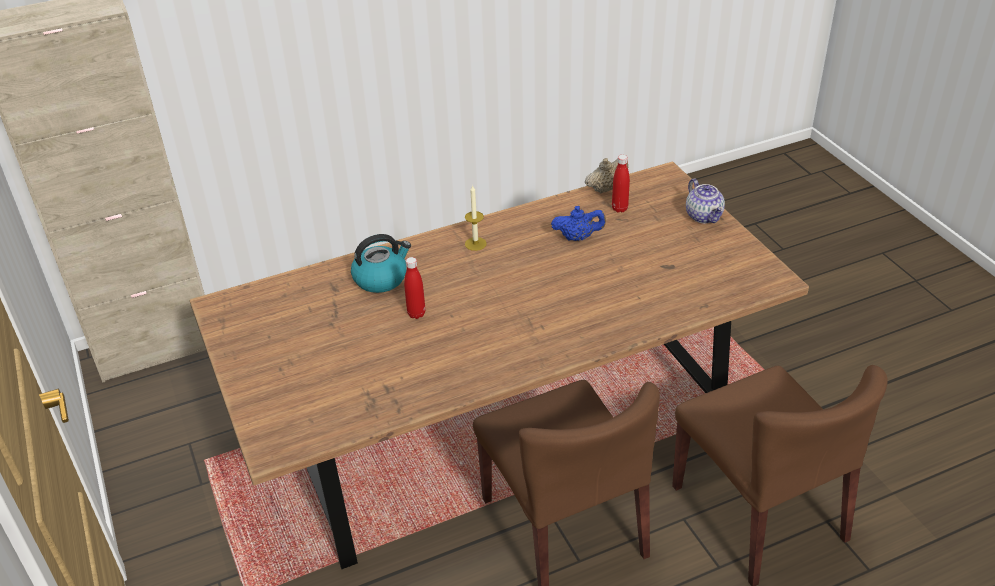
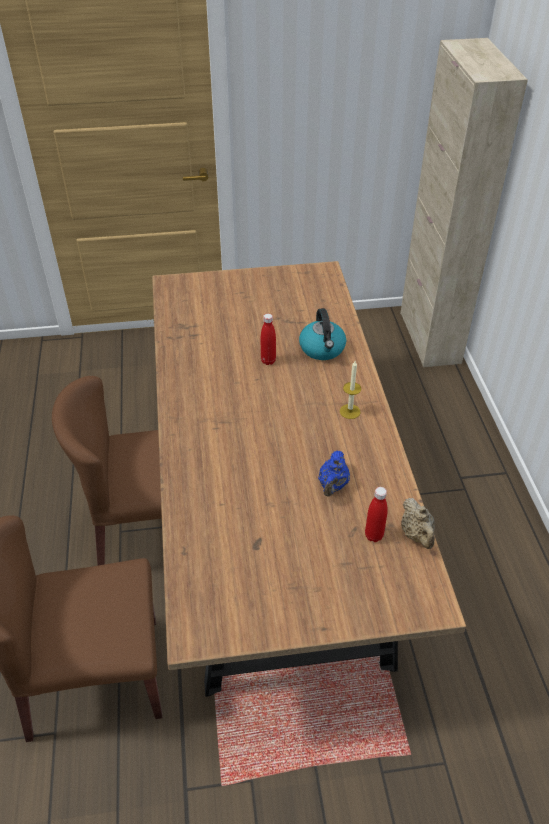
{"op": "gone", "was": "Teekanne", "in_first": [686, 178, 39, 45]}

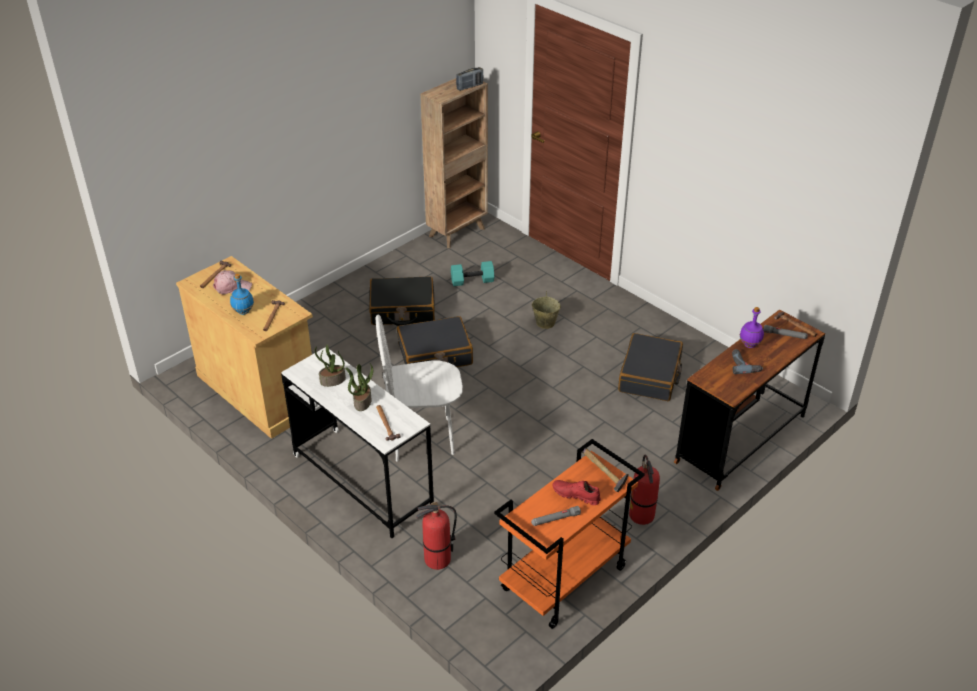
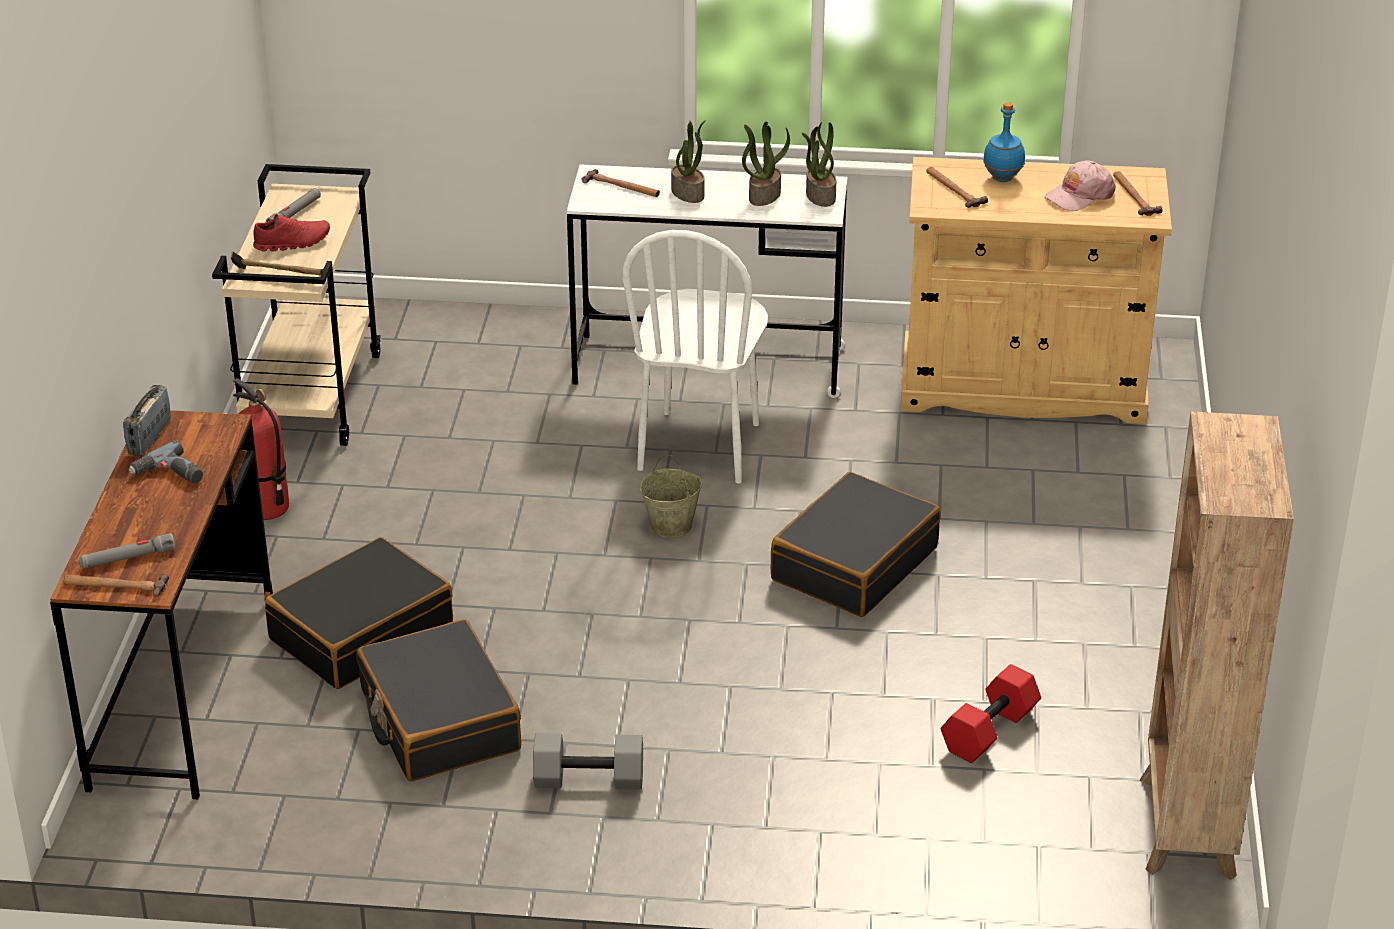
{"op": "shifted", "was": "Koffer (schwarz)", "in_first": [369, 276, 66, 50], "in_second": [265, 537, 188, 152]}
{"op": "rotated", "was": "Stuhl (weiß)", "in_first": [376, 315, 87, 146], "in_second": [622, 230, 146, 254], "clockwise": 150}
{"op": "gone", "was": "Feuerlöscher", "in_first": [416, 502, 41, 68]}
{"op": "repainted", "was": "Hantel (türkis)", "now": "Hantel (rot)", "in_first": [451, 261, 43, 25], "in_second": [941, 664, 100, 99]}
{"op": "shifted", "was": "Radio", "in_first": [456, 67, 27, 24], "in_second": [123, 385, 48, 71]}
{"op": "repainted", "was": "Rollwagen (orange)", "now": "Rollwagen (beige)", "in_first": [494, 439, 151, 190], "in_second": [212, 164, 169, 282]}
{"op": "shifted", "was": "Eimer (beige)", "in_first": [532, 291, 29, 38], "in_second": [640, 455, 62, 83]}
{"op": "gone", "was": "Flasche (lila)", "in_first": [740, 307, 24, 41]}
{"op": "new", "now": "Hantel (grau)", "in_second": [533, 733, 110, 57]}
{"op": "new", "now": "Topfpflanze", "in_second": [801, 122, 35, 85]}

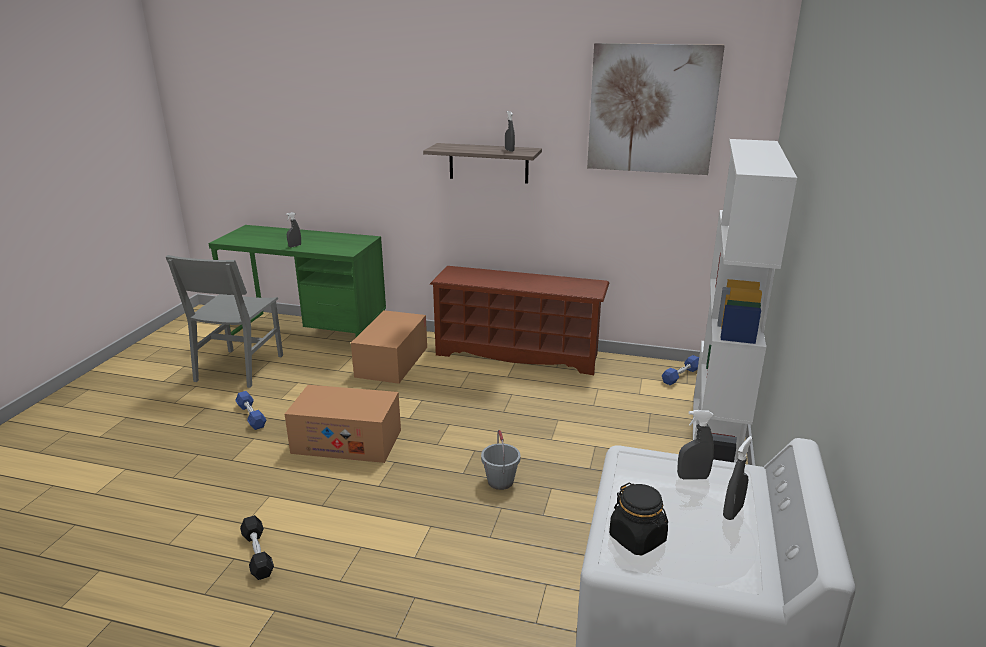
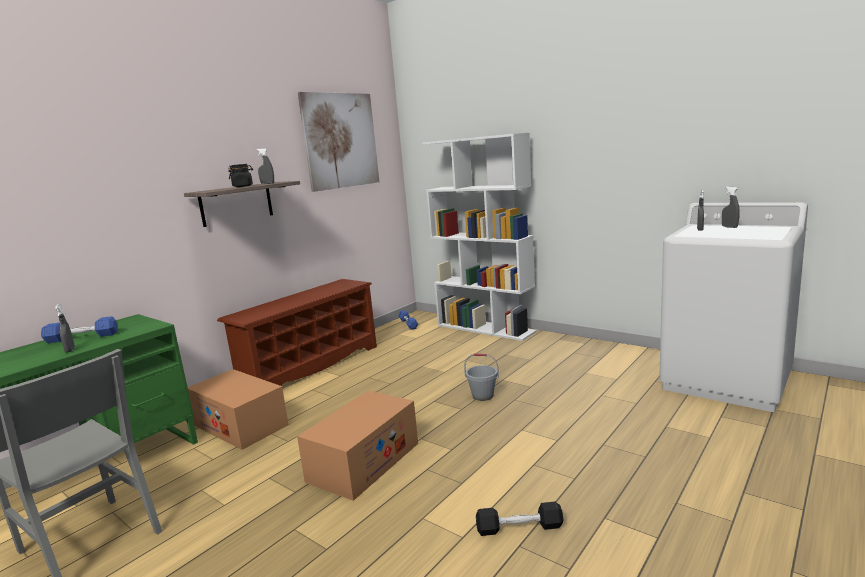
{"op": "shifted", "was": "Hantel (blau)", "in_first": [235, 391, 32, 39], "in_second": [41, 316, 77, 27]}
{"op": "shifted", "was": "Vorratsglas (schwarz)", "in_first": [609, 482, 59, 73], "in_second": [228, 164, 25, 23]}

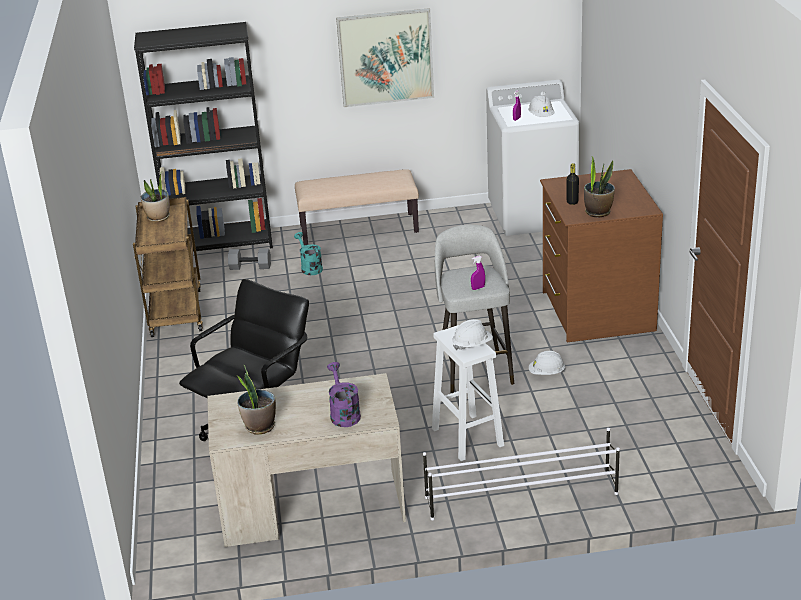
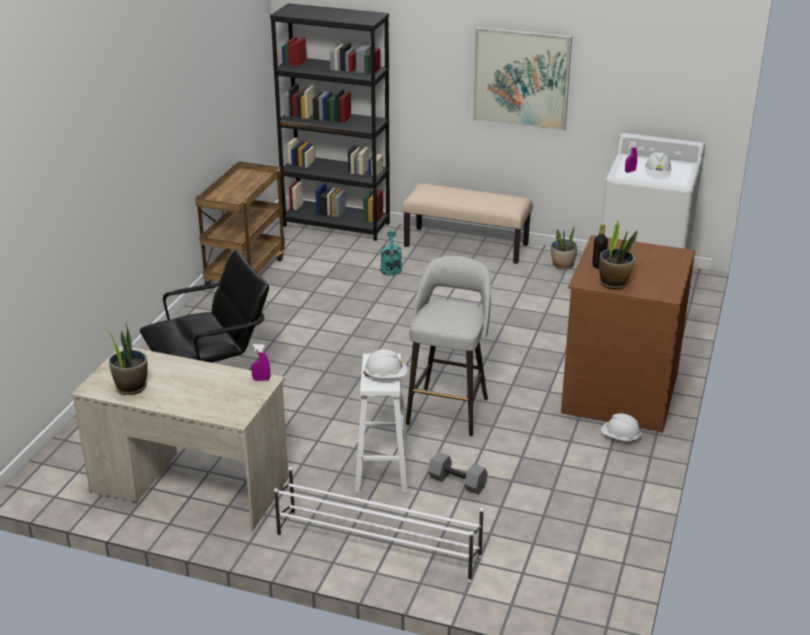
{"op": "shifted", "was": "Topfpflanze", "in_first": [140, 172, 30, 50], "in_second": [551, 227, 26, 43]}
{"op": "shifted", "was": "Hantel (grau)", "in_first": [228, 248, 43, 22], "in_second": [428, 452, 60, 42]}
{"op": "gone", "was": "Gießkanne (lila)", "in_first": [327, 362, 34, 65]}
{"op": "shifted", "was": "Sprühflasche (lila)", "in_first": [471, 256, 14, 34], "in_second": [251, 344, 19, 37]}
{"op": "shifted", "was": "Schutzhelm (weiß)", "in_first": [529, 351, 37, 24], "in_second": [601, 413, 40, 29]}

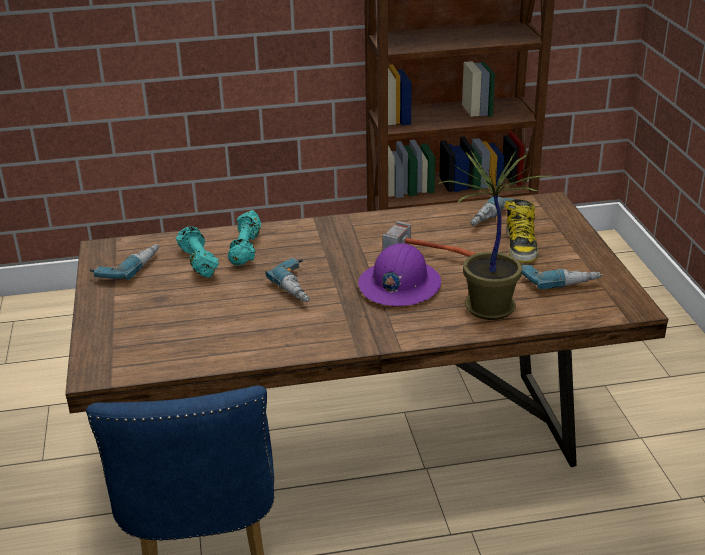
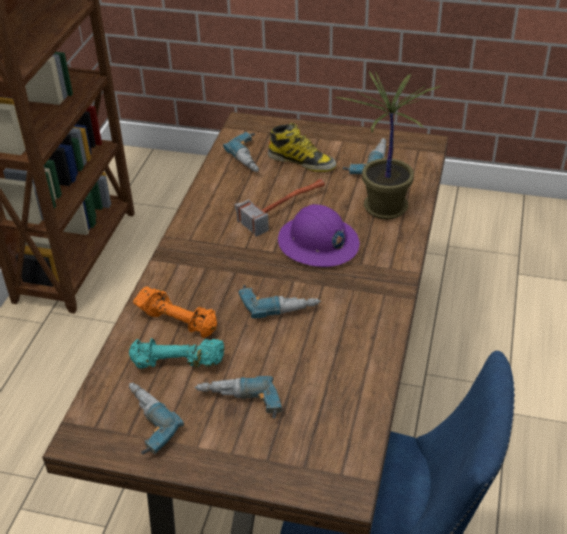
{"op": "repainted", "was": "Hantel (türkis)", "now": "Hantel (orange)", "in_first": [228, 210, 33, 55], "in_second": [133, 286, 84, 52]}
{"op": "new", "now": "Bohrmaschine", "in_second": [195, 376, 87, 43]}

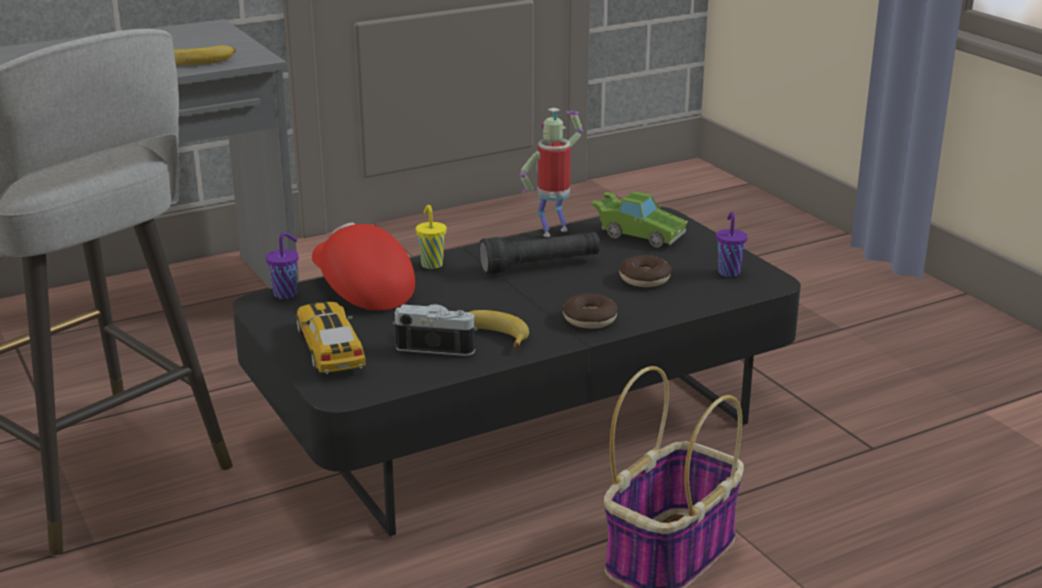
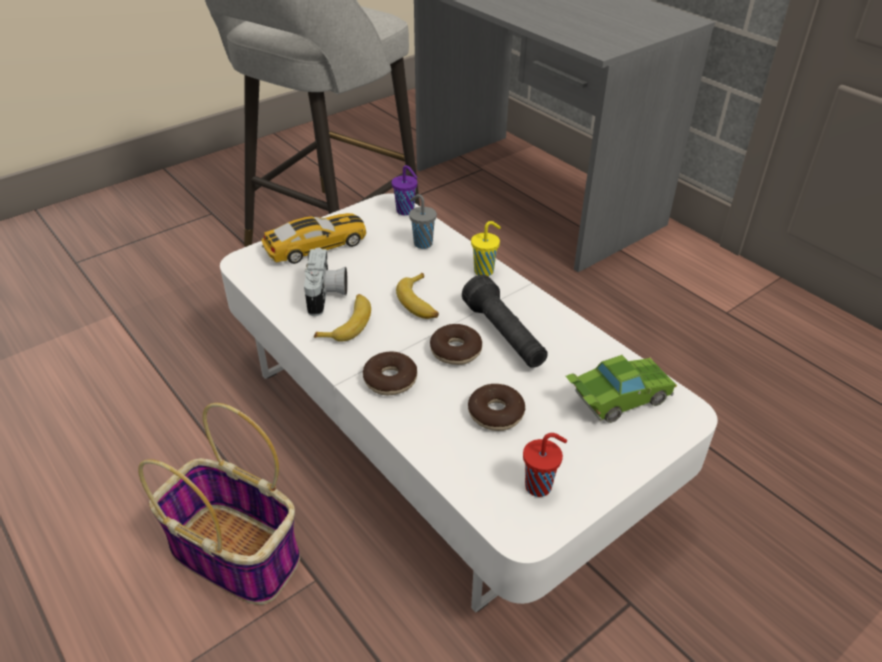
{"op": "shifted", "was": "Banane", "in_first": [174, 45, 62, 20], "in_second": [396, 273, 43, 46]}
{"op": "repainted", "was": "Couchtisch (schwarz)", "now": "Couchtisch (weiß)", "in_first": [232, 207, 569, 329], "in_second": [220, 193, 498, 420]}
{"op": "swapped", "was": "Kappe (rot)", "now": "Tasse (grau)", "in_first": [312, 222, 103, 89], "in_second": [409, 194, 28, 55]}
{"op": "gone", "was": "Spielzeugroboter", "in_first": [520, 108, 63, 129]}
{"op": "rotated", "was": "Spielzeugauto (grün)", "in_first": [591, 191, 97, 57], "in_second": [565, 355, 112, 68], "clockwise": -135}
{"op": "repainted", "was": "Tasse (lila)", "now": "Tasse (rot)", "in_first": [716, 212, 32, 65], "in_second": [523, 433, 44, 64]}
{"op": "new", "now": "Donut", "in_second": [430, 324, 52, 41]}

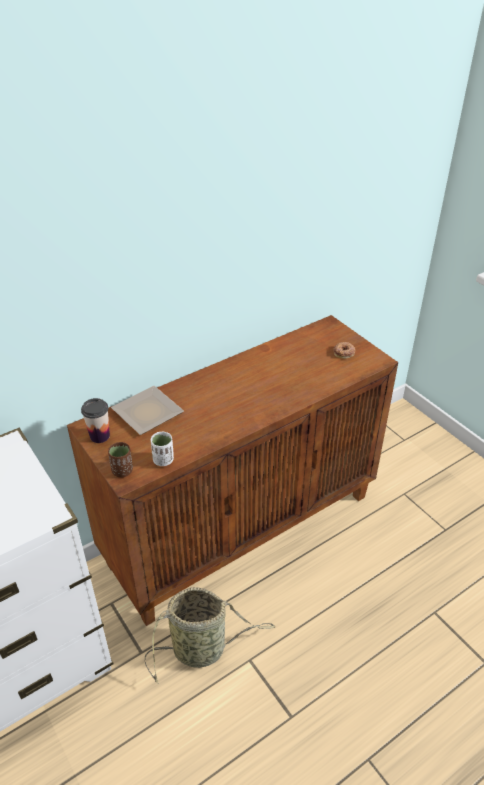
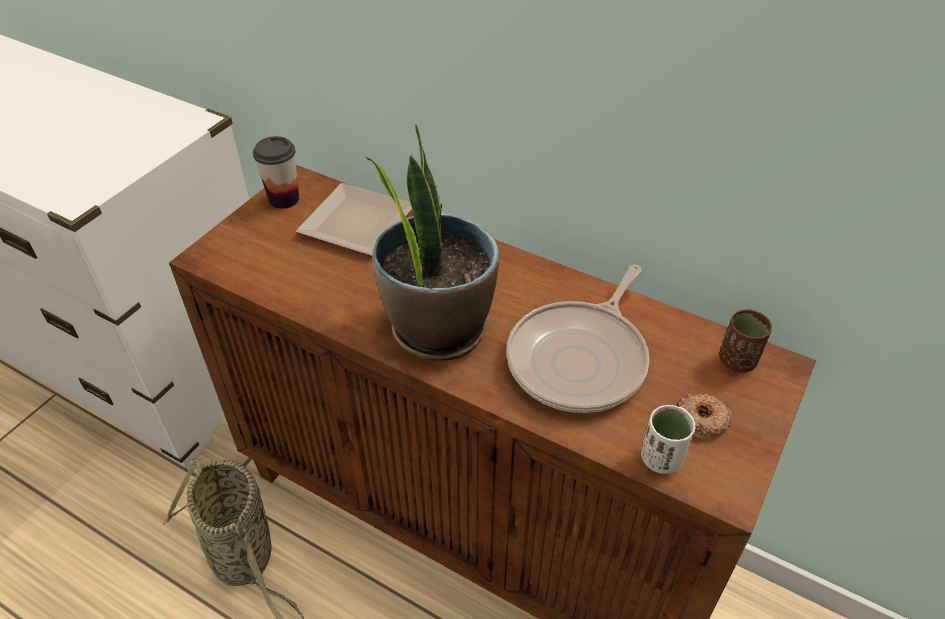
{"op": "shifted", "was": "Tasse (braun)", "in_first": [108, 442, 25, 35], "in_second": [719, 309, 53, 64]}
{"op": "shifted", "was": "Tasse (weiß)", "in_first": [151, 432, 23, 34], "in_second": [641, 405, 54, 69]}
{"op": "new", "now": "Topfpflanze", "in_second": [366, 124, 134, 237]}
{"op": "new", "now": "Pfanne", "in_second": [506, 265, 144, 148]}

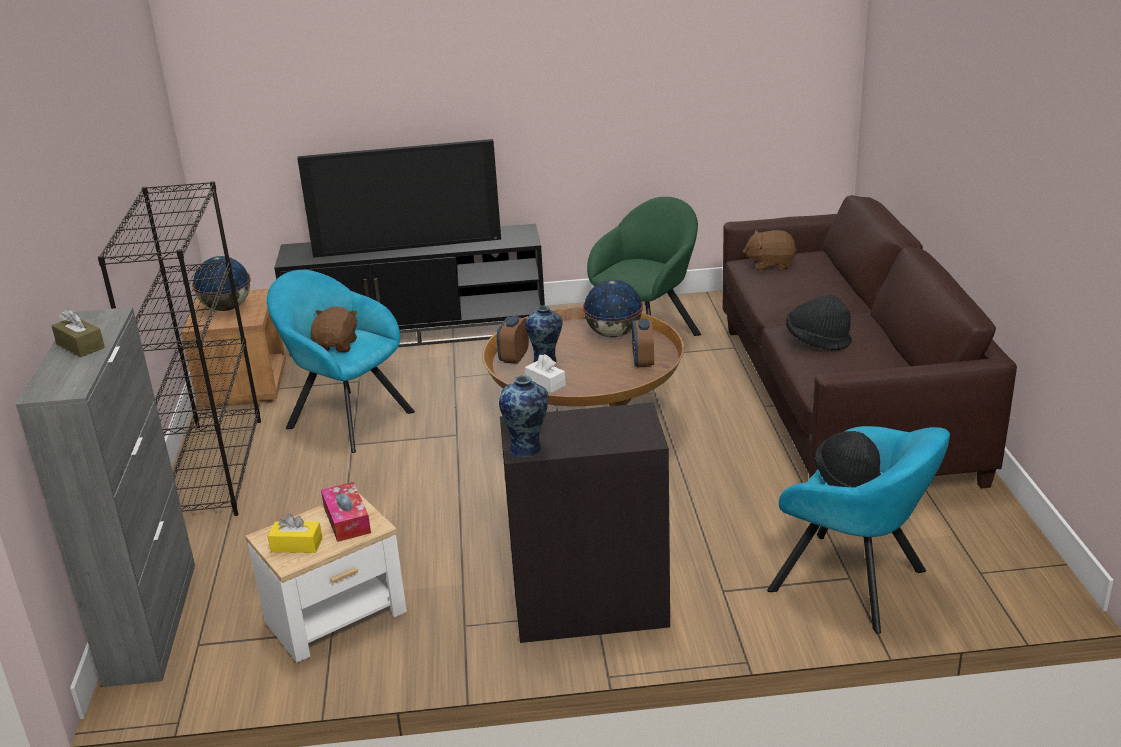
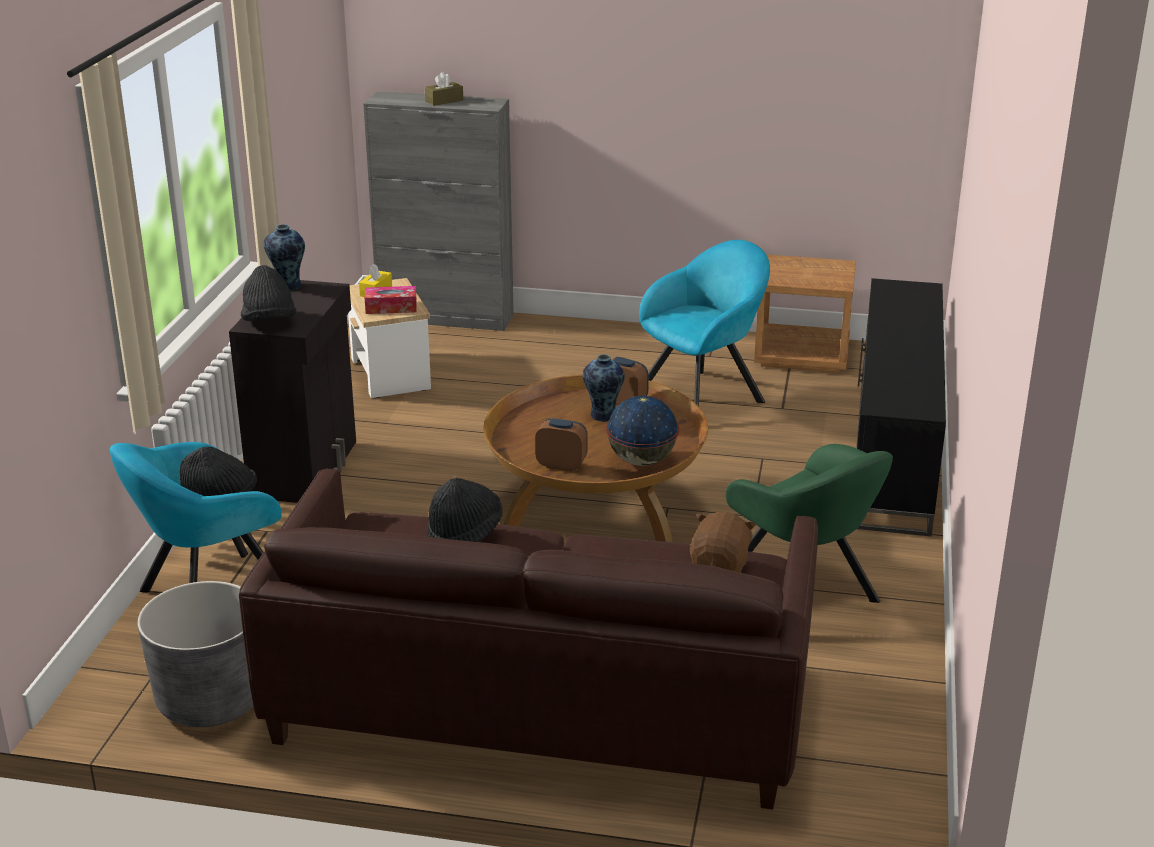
{"op": "gone", "was": "Bücherregal (schwarz)", "in_first": [98, 181, 163, 335]}
{"op": "gone", "was": "Globus", "in_first": [192, 256, 59, 55]}
{"op": "gone", "was": "Fernseher", "in_first": [297, 139, 204, 119]}
{"op": "gone", "was": "Plüschtier (braun)", "in_first": [311, 306, 47, 46]}
{"op": "gone", "was": "Taschentuchbox (weiß)", "in_first": [525, 354, 41, 39]}
{"op": "new", "now": "Pflanzkübel (grau)", "in_second": [137, 581, 117, 146]}
{"op": "new", "now": "Hut (schwarz)", "in_second": [241, 265, 55, 56]}

